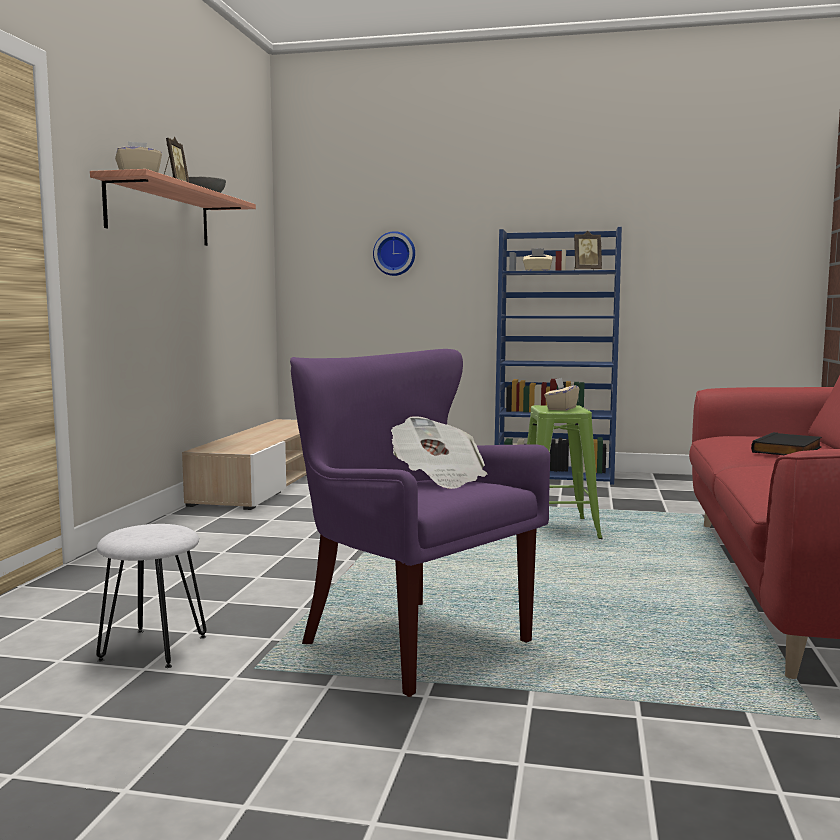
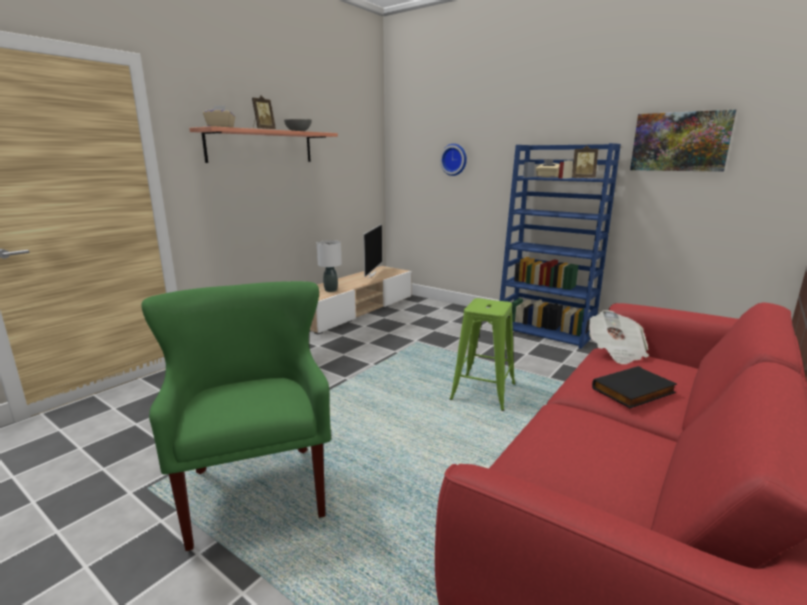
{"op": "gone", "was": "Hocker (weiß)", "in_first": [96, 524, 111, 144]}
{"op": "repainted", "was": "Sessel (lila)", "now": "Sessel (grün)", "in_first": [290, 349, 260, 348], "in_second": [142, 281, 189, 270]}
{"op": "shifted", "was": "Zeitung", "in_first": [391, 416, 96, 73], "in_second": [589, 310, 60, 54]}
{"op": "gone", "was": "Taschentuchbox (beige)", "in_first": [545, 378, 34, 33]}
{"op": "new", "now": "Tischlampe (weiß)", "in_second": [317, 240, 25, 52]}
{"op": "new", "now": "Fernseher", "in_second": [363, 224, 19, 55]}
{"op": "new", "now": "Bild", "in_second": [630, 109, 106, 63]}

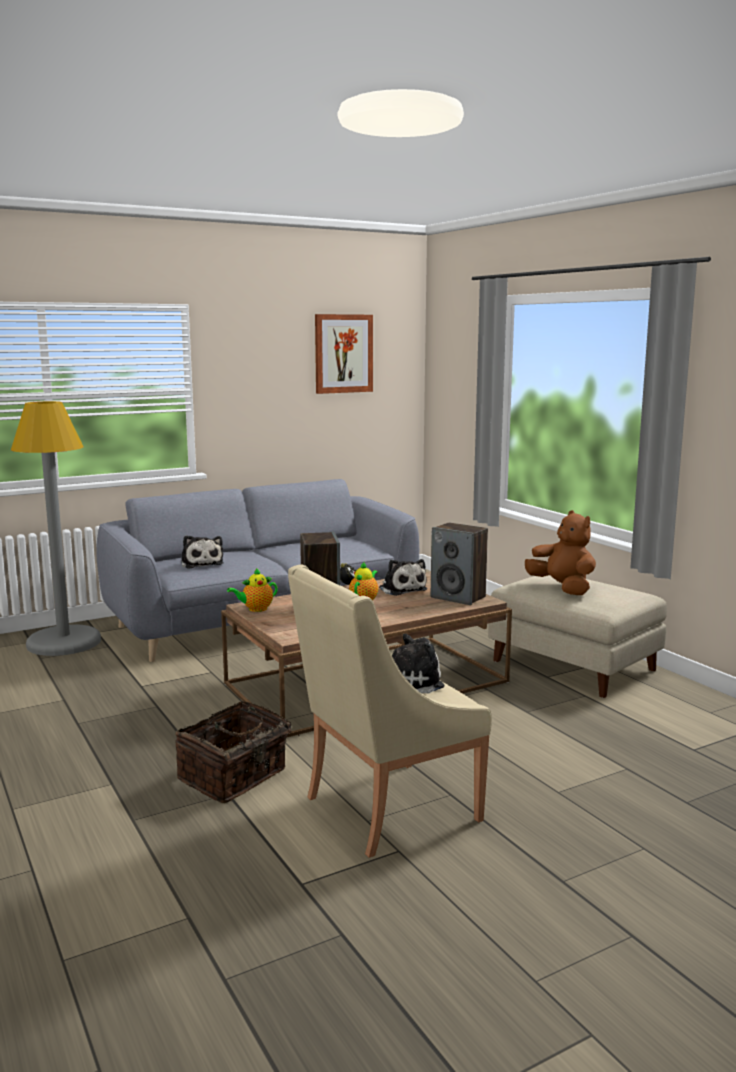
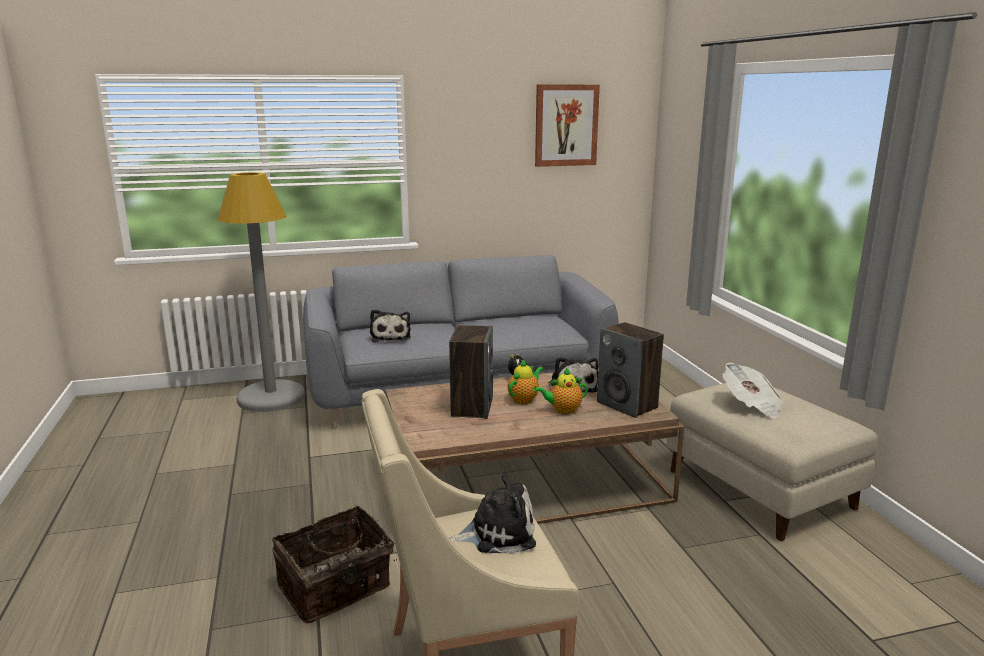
{"op": "shifted", "was": "Teekanne", "in_first": [227, 568, 51, 44], "in_second": [534, 368, 54, 46]}
{"op": "swapped", "was": "Plüschtier (braun)", "now": "Zeitung", "in_first": [525, 510, 71, 85], "in_second": [723, 363, 61, 56]}

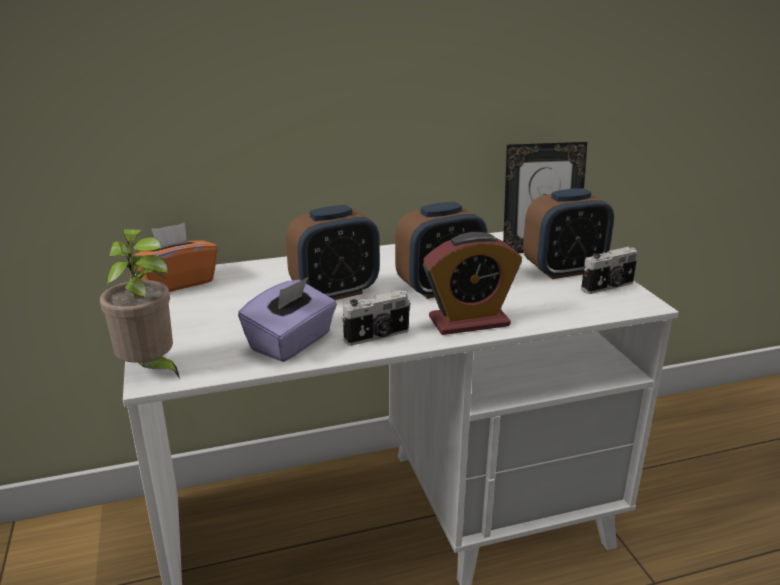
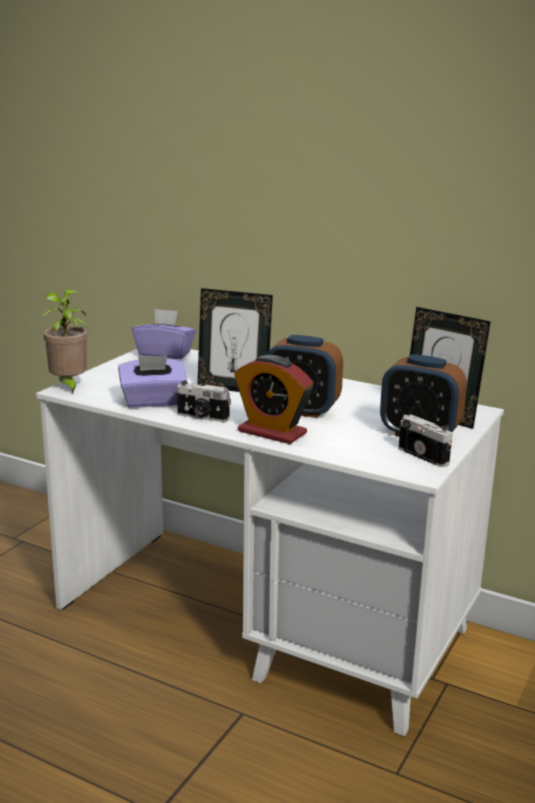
{"op": "repainted", "was": "Taschentuchbox (orange)", "now": "Taschentuchbox (lila)", "in_first": [133, 223, 85, 69], "in_second": [132, 309, 64, 50]}
{"op": "swapped", "was": "Wecker", "now": "Bilderrahmen", "in_first": [286, 205, 94, 95], "in_second": [197, 288, 76, 104]}
{"op": "rotated", "was": "Kamera", "in_first": [581, 247, 57, 47], "in_second": [399, 414, 53, 53], "clockwise": -150}

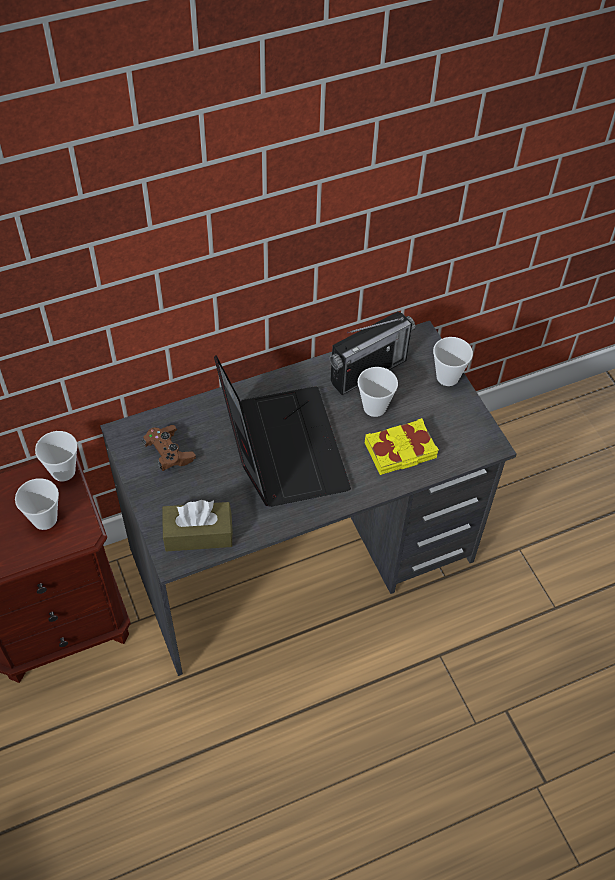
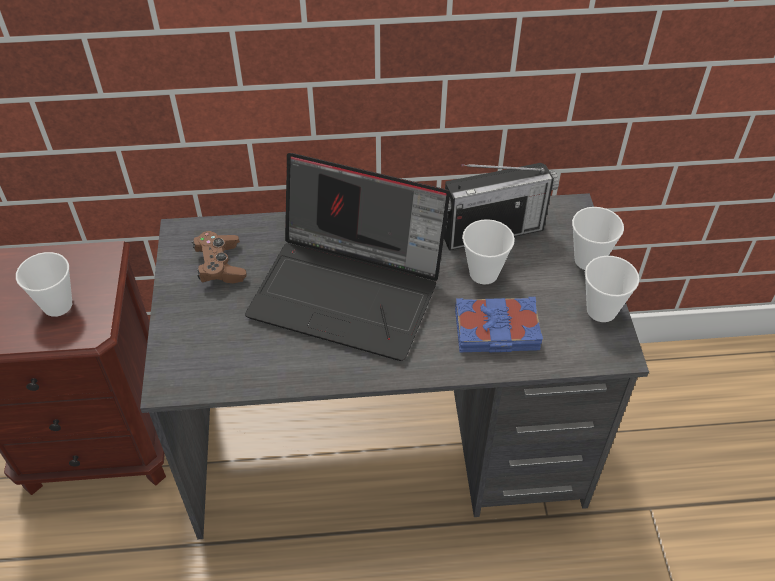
{"op": "shifted", "was": "Tasse", "in_first": [35, 431, 43, 50], "in_second": [585, 256, 55, 66]}
{"op": "gone", "was": "Taschentuchbox (braun)", "in_first": [162, 500, 71, 52]}
{"op": "rotated", "was": "Laptop", "in_first": [214, 355, 137, 152], "in_second": [245, 153, 205, 208], "clockwise": 105}
{"op": "repainted", "was": "Buch (gelb)", "now": "Buch (blau)", "in_first": [365, 418, 74, 57], "in_second": [455, 297, 88, 55]}

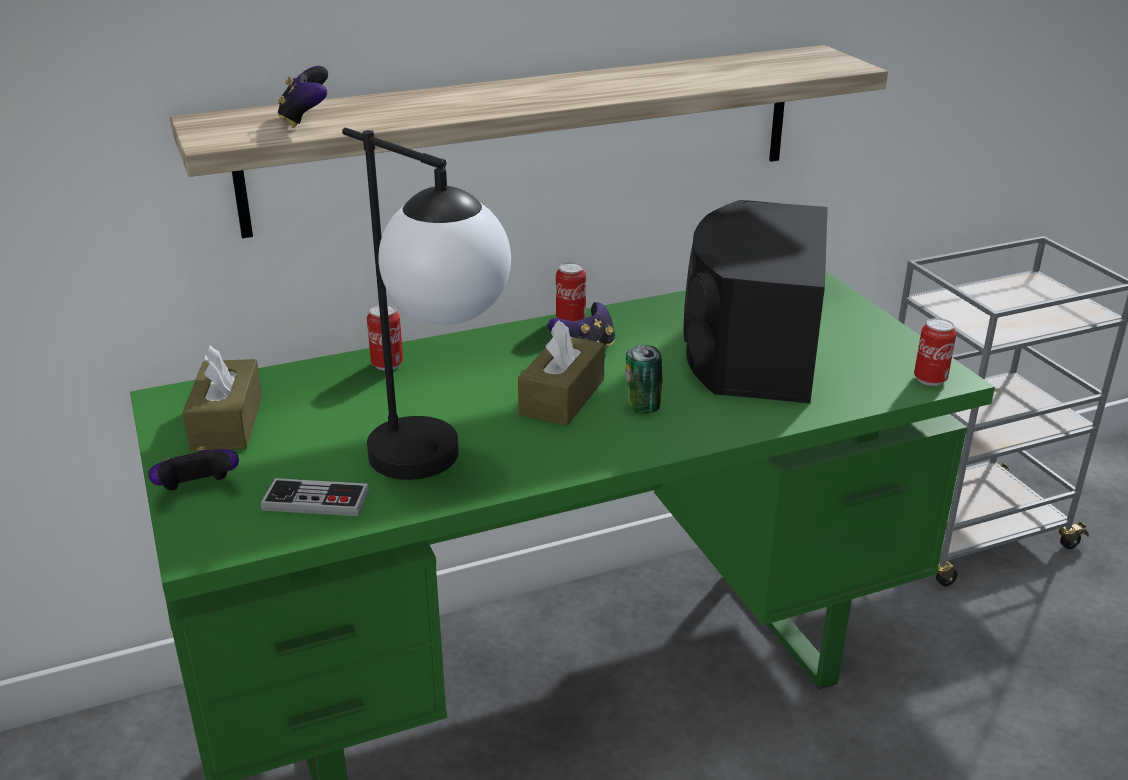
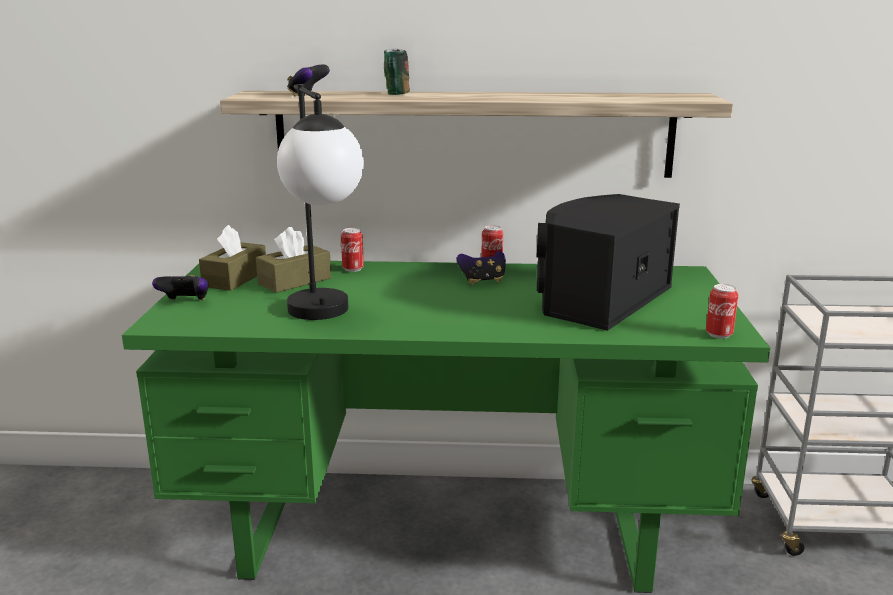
{"op": "gone", "was": "Gamepad", "in_first": [261, 478, 108, 38]}
{"op": "shifted", "was": "Taschentuchbox (braun)", "in_first": [518, 320, 87, 106], "in_second": [256, 227, 75, 66]}
{"op": "shifted", "was": "Dose", "in_first": [626, 345, 36, 69], "in_second": [384, 49, 26, 46]}

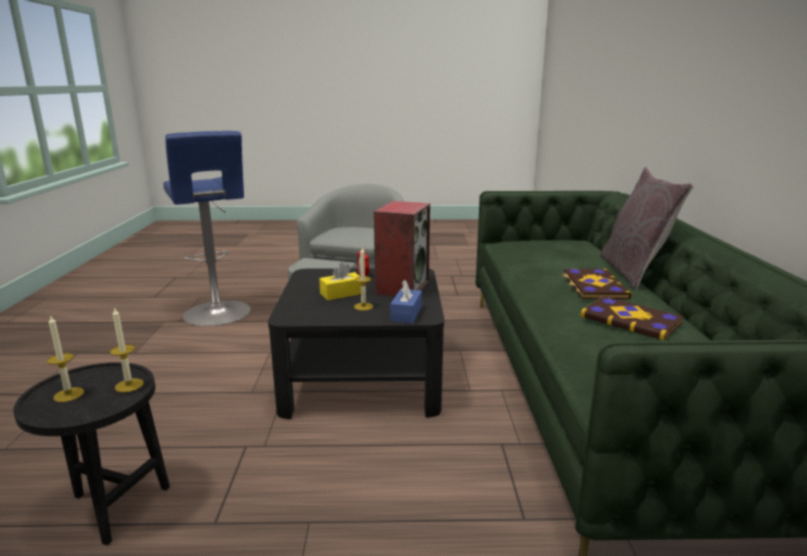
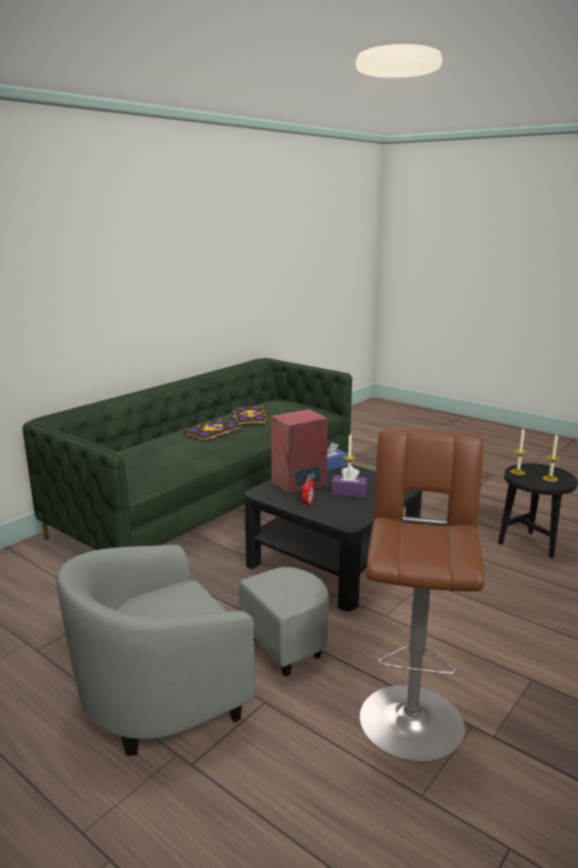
{"op": "repainted", "was": "Hocker (blau)", "now": "Hocker (braun)", "in_first": [163, 131, 88, 195], "in_second": [360, 429, 124, 333]}
{"op": "repainted", "was": "Taschentuchbox (gelb)", "now": "Taschentuchbox (lila)", "in_first": [319, 263, 42, 37], "in_second": [331, 466, 36, 32]}
{"op": "gone", "was": "Kissen (grau)", "in_first": [600, 167, 93, 123]}

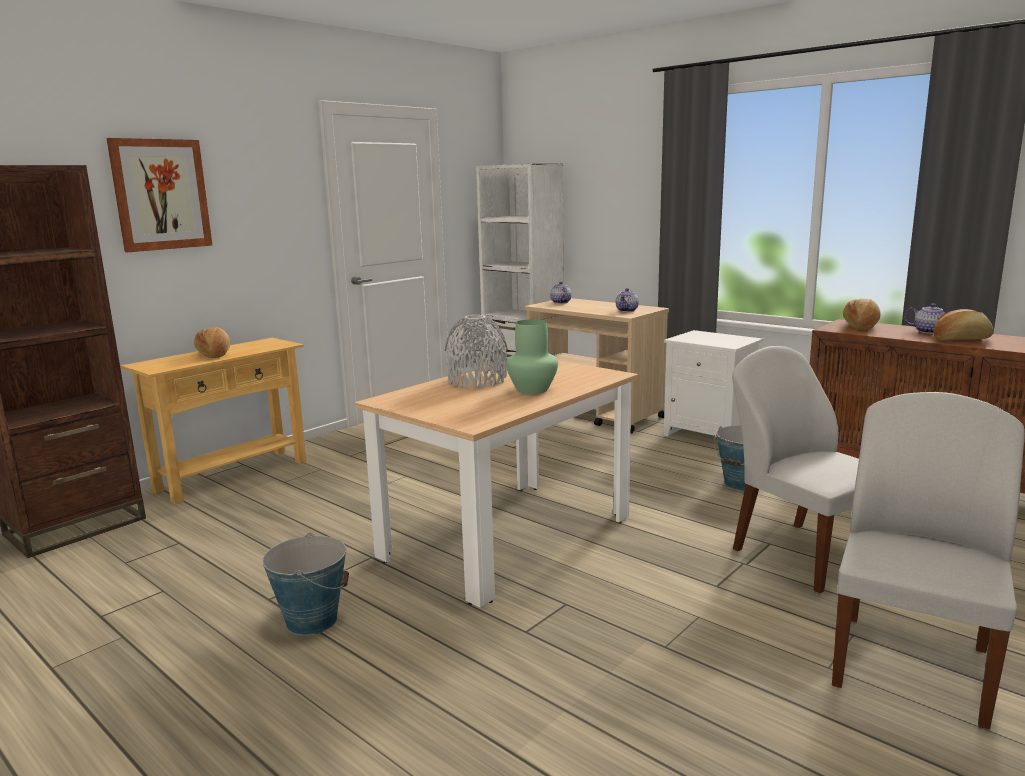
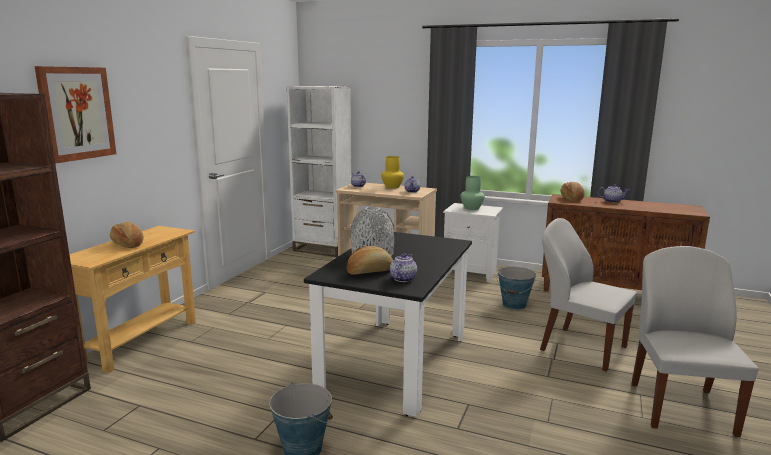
{"op": "repainted", "was": "Esstisch (beige)", "now": "Esstisch (schwarz)", "in_first": [355, 360, 283, 248], "in_second": [304, 232, 168, 185]}
{"op": "shifted", "was": "Vase (grün)", "in_first": [506, 319, 52, 75], "in_second": [461, 176, 24, 34]}
{"op": "shifted", "was": "Brot", "in_first": [933, 309, 61, 32], "in_second": [347, 246, 46, 29]}
{"op": "new", "now": "Vase (gelb)", "in_second": [381, 156, 23, 32]}
{"op": "new", "now": "Teekanne", "in_second": [390, 253, 27, 29]}

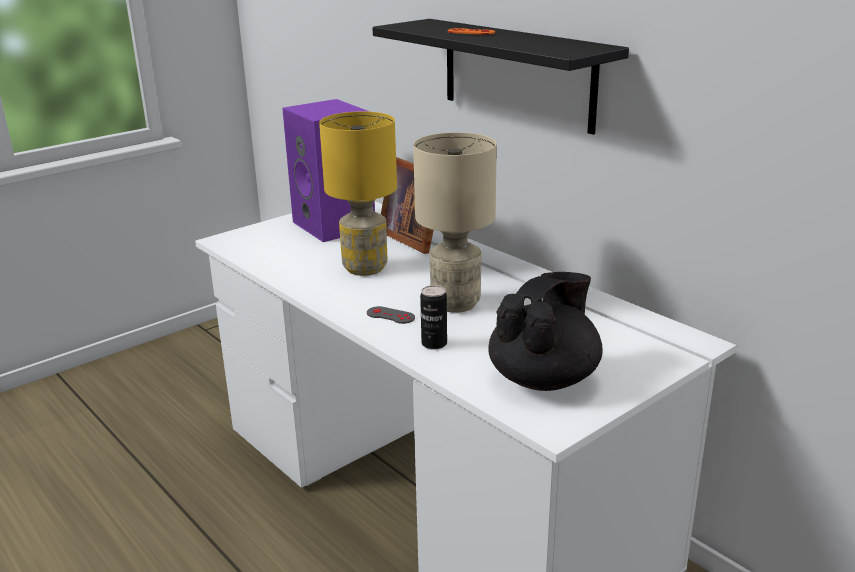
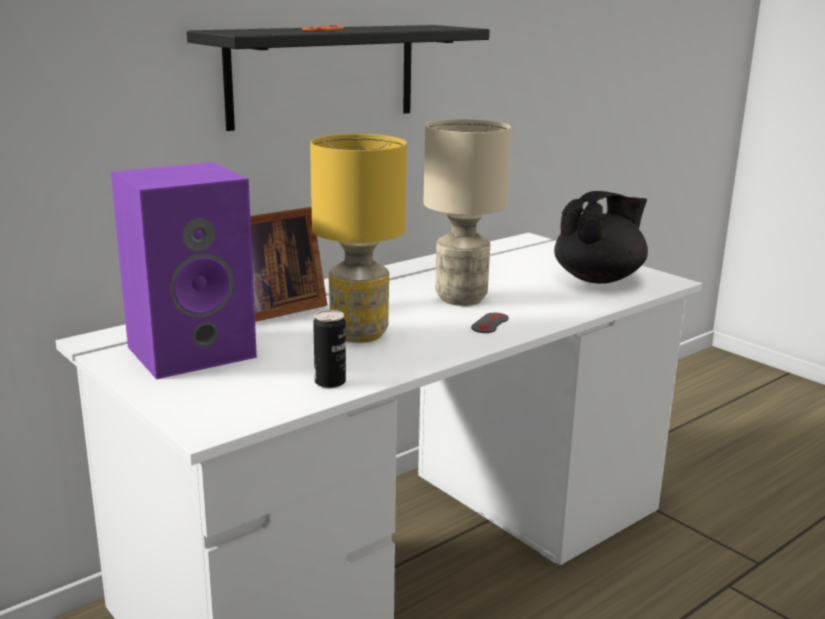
{"op": "shifted", "was": "Dose", "in_first": [420, 285, 27, 65], "in_second": [313, 310, 33, 78]}
{"op": "rotated", "was": "Teekanne (schwarz)", "in_first": [489, 272, 114, 119], "in_second": [554, 191, 94, 93], "clockwise": 105}

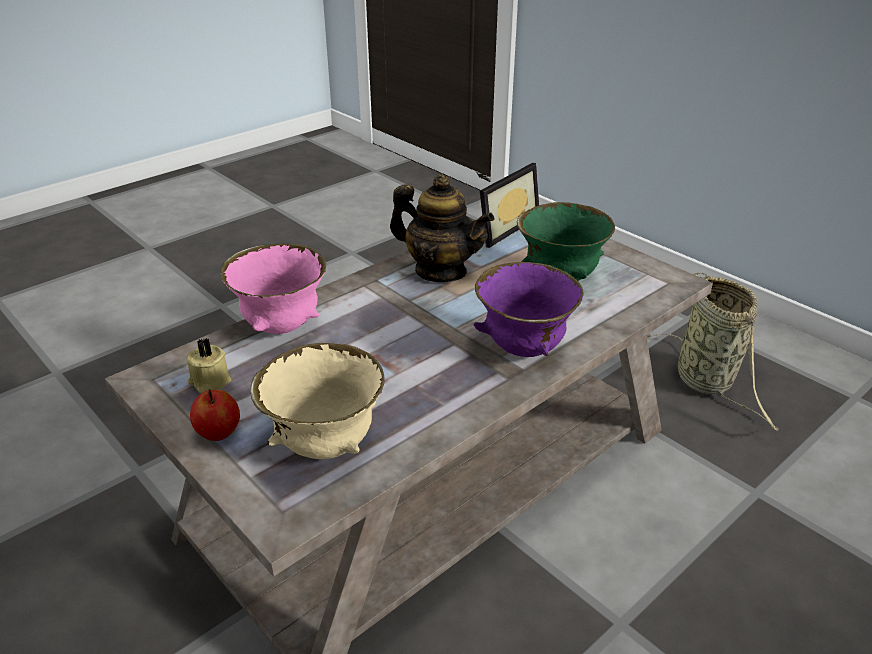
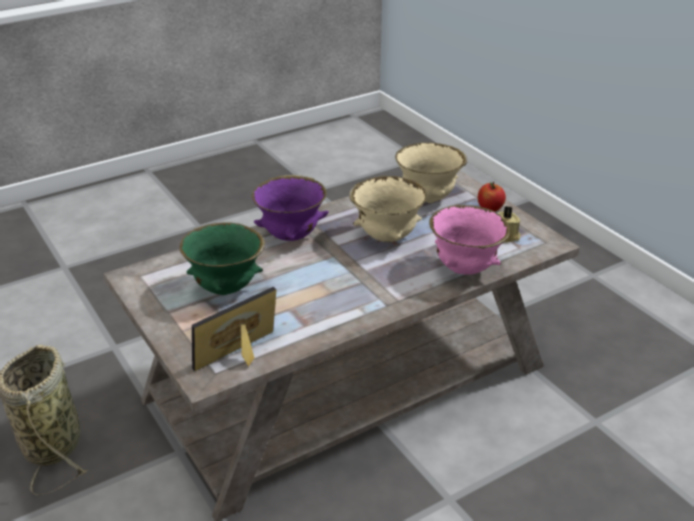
{"op": "gone", "was": "Teekanne", "in_first": [390, 175, 104, 107]}
{"op": "new", "now": "Schüssel (beige)", "in_second": [349, 176, 78, 66]}

